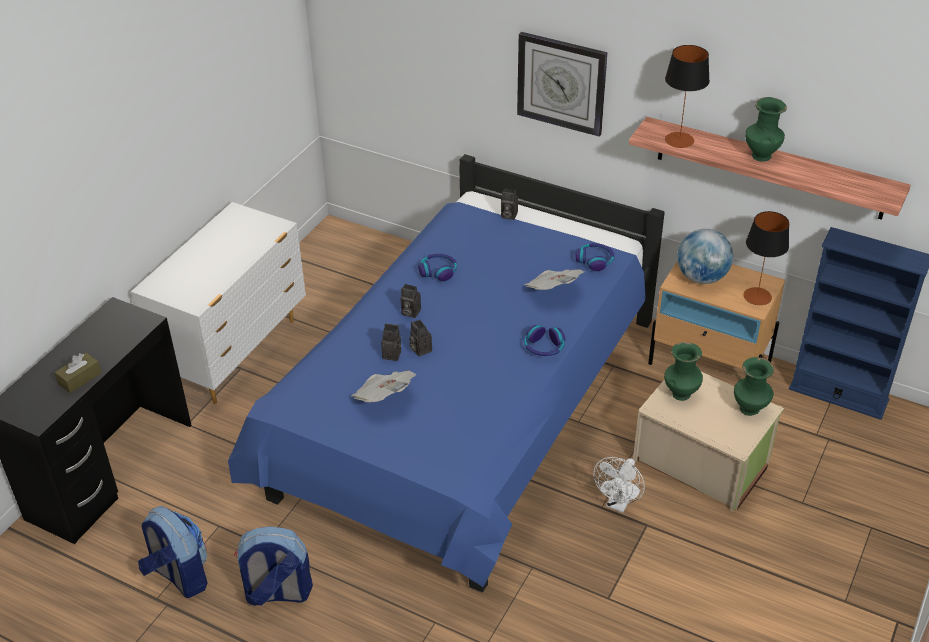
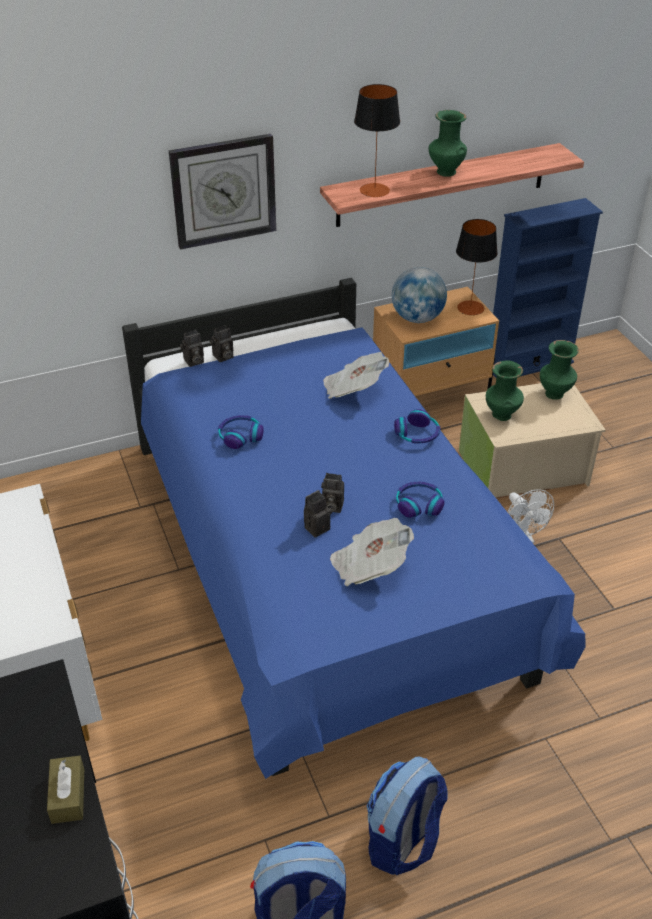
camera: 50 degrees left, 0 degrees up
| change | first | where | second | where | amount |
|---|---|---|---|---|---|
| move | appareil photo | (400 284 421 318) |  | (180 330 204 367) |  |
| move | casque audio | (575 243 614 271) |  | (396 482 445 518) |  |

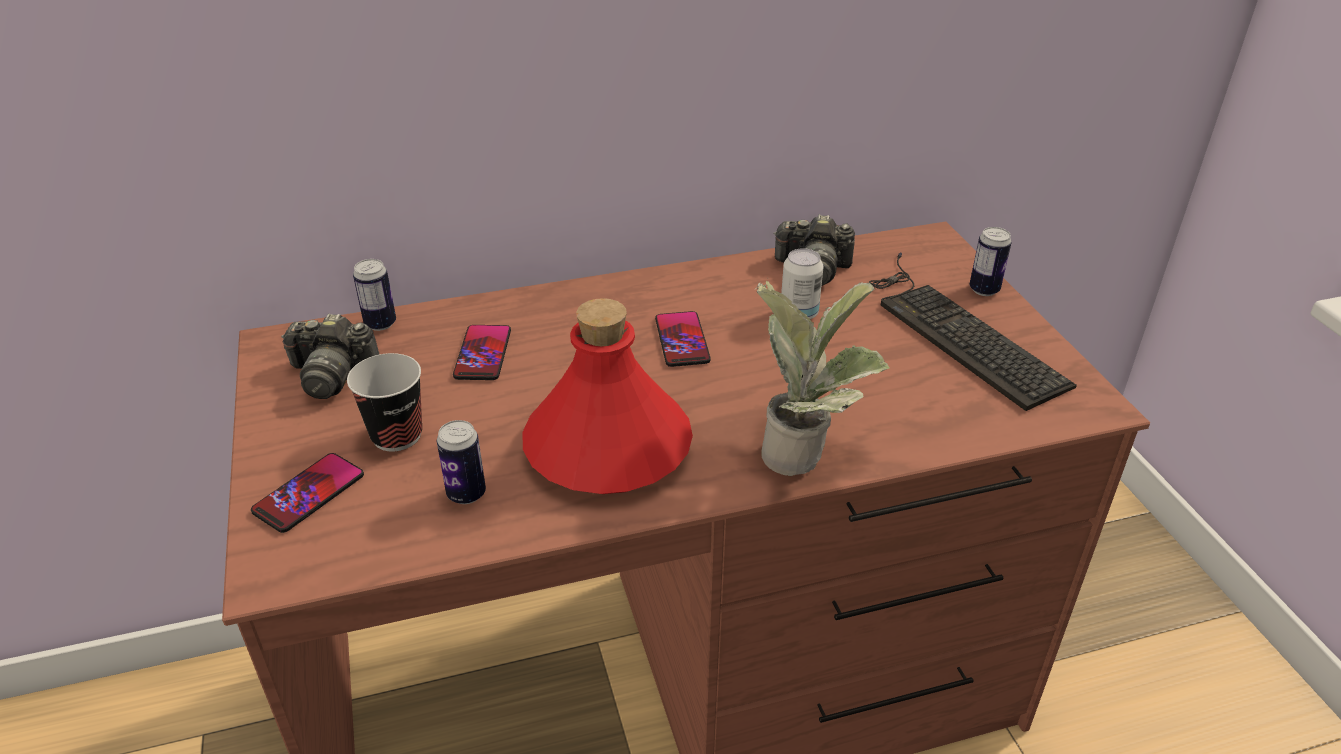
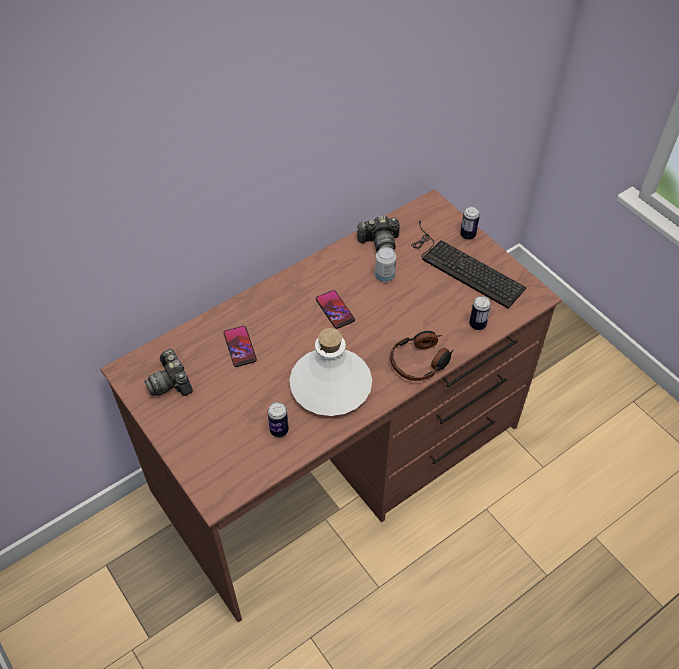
camera: 20 degrees left, 15 degrees up
| change | first | where | second | where | amount |
|---|---|---|---|---|---|
| rotate | appareil photo | (281 314 379 399) |  | (144 349 193 396) | 75 degrees clockwise |
| recolor | bouteille (rouge) | (522 298 693 494) | bouteille (blanc) | (289 328 372 416) |  |
| replace | plante en pot | (757 281 890 476) | casque audio | (390 331 454 381) |  |
| move | boîte métallique | (353 259 396 331) |  | (469 296 491 330) |  |
| delete | téléphone | (251 453 364 533) |  |  |  |
| delete | tasse | (347 353 422 452) |  |  |  |

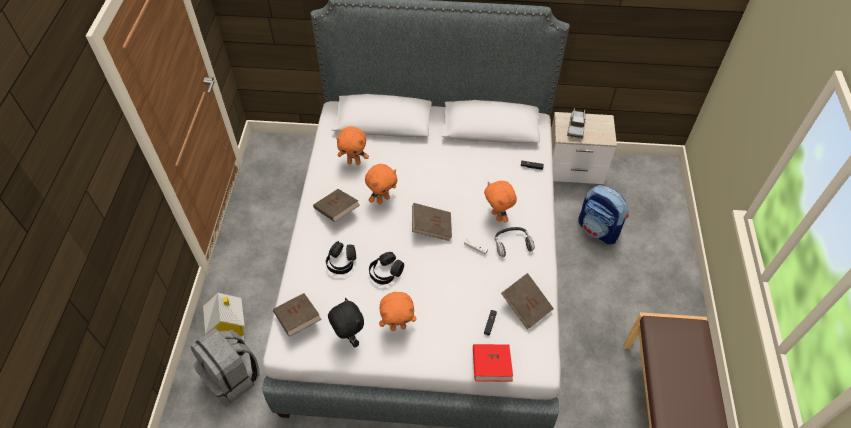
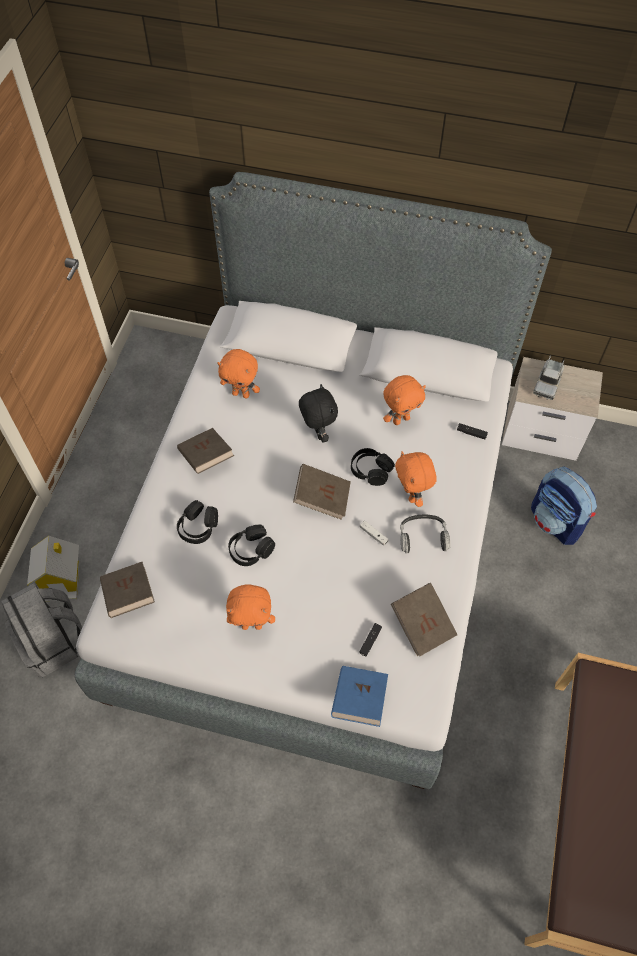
camera: 10 degrees right, 5 degrees up
| change | first | where | second | where | amount |
|---|---|---|---|---|---|
| move | peluche (noir) | (328 298 364 348) |  | (299 384 338 443) |  |
| recolor | livre (rouge) | (473 344 513 382) | livre (bleu) | (331 666 388 727) |  |
| insert |  |  | casque audio (noir) | (351 448 395 486) |  |
| move | peluche (orange) | (365 164 398 204) |  | (383 375 426 425) |  |

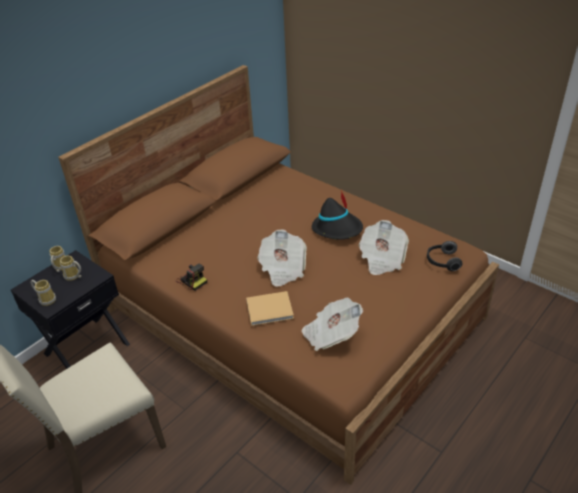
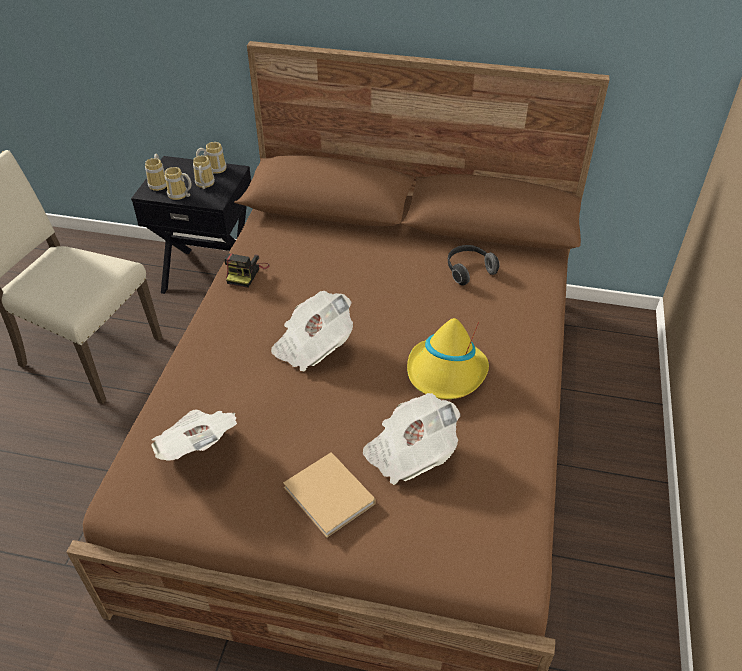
camera: 60 degrees right, 5 degrees up
| change | first | where | second | where | amount |
|---|---|---|---|---|---|
| insert |  |  | mug | (165 167 192 200) |  |
| move | livre (beige) | (246 291 294 326) |  | (283 452 376 538) |  |
| recolor | chapeau (noir) | (312 190 363 240) | chapeau (jaune) | (407 318 489 399) |  |
| move | casque audio | (427 241 463 271) |  | (448 245 500 286) |  |

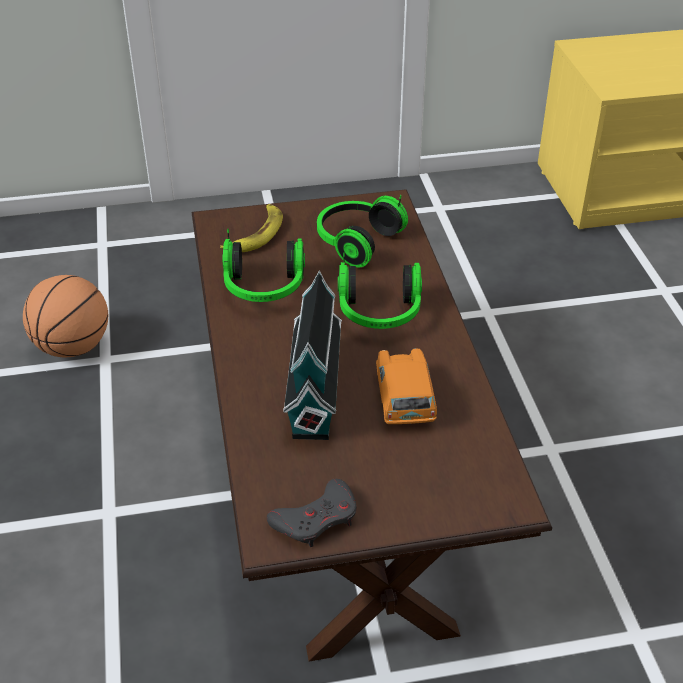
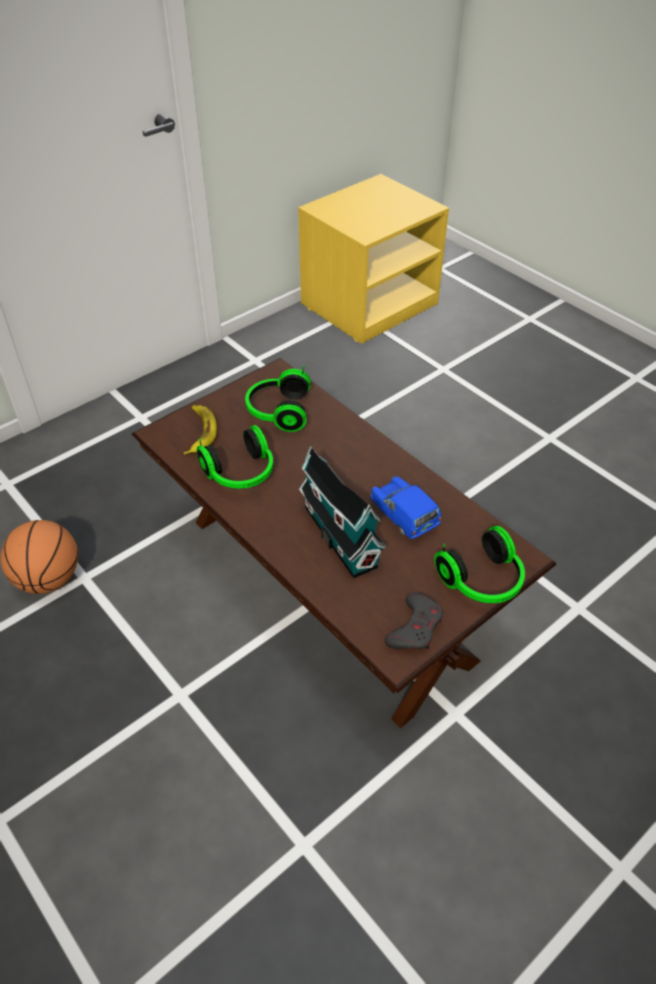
camera: 30 degrees left, 5 degrees up
| change | first | where | second | where | amount |
|---|---|---|---|---|---|
| recolor | petite voiture (orange) | (376 348 437 424) | petite voiture (bleu) | (370 476 441 539) |  |
| move | casque audio | (338 252 422 329) |  | (434 525 525 603) |  |

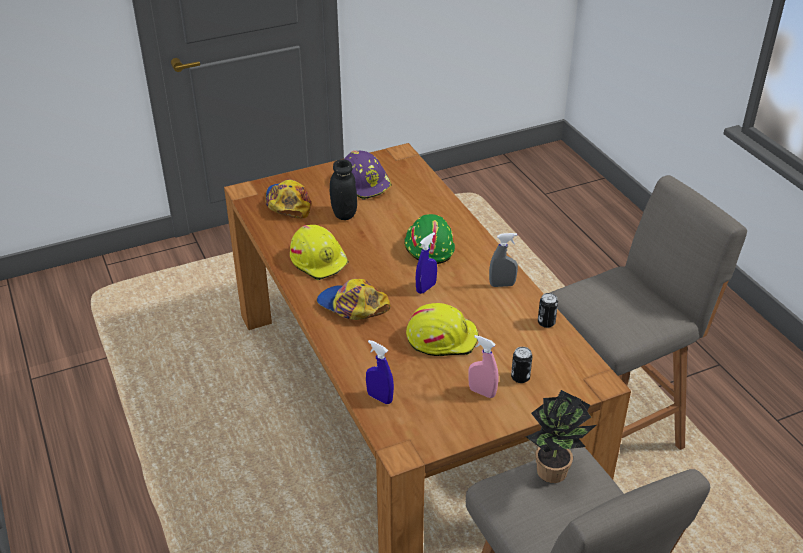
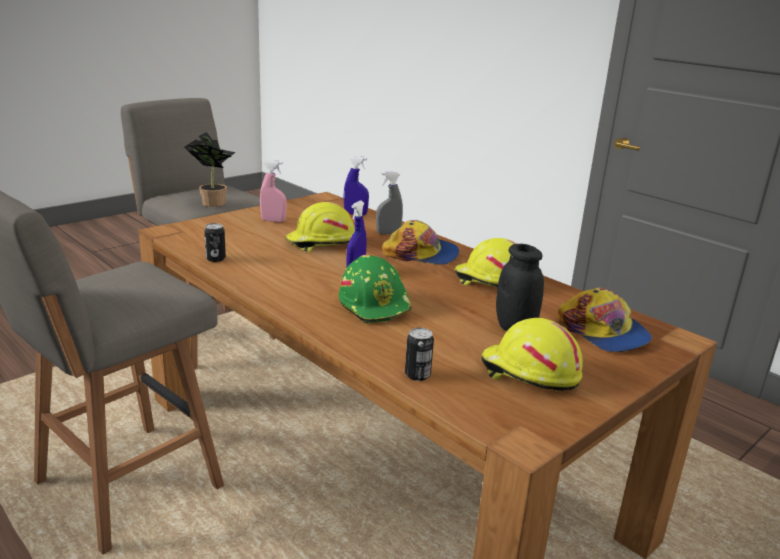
camera: 160 degrees right, 15 degrees down
| change | first | where | second | where | amount |
|---|---|---|---|---|---|
| move | vaporisateur (gris) | (489 233 518 287) |  | (376 171 403 234) |  |
| move | boîte métallique | (511 347 533 383) |  | (405 328 434 381) |  |
| recolor | casque de chantier (violet) | (344 151 392 200) | casque de chantier (jaune) | (481 318 583 391) |  |

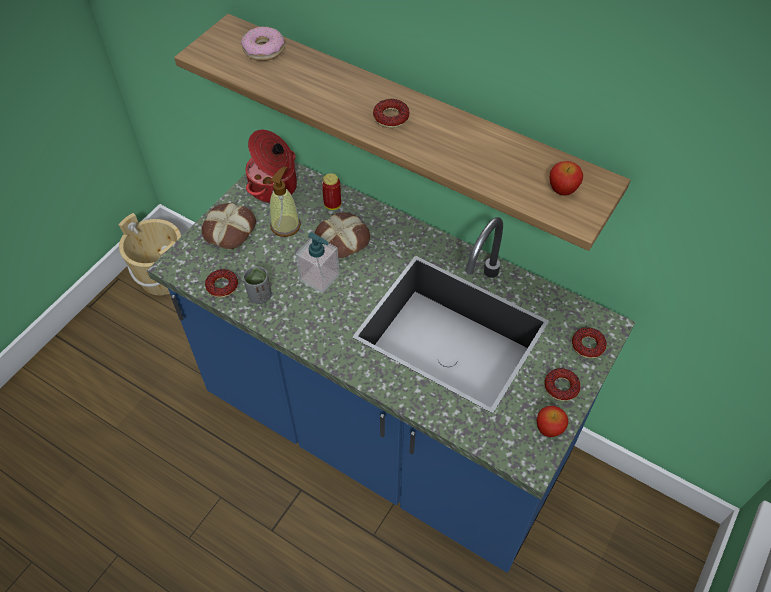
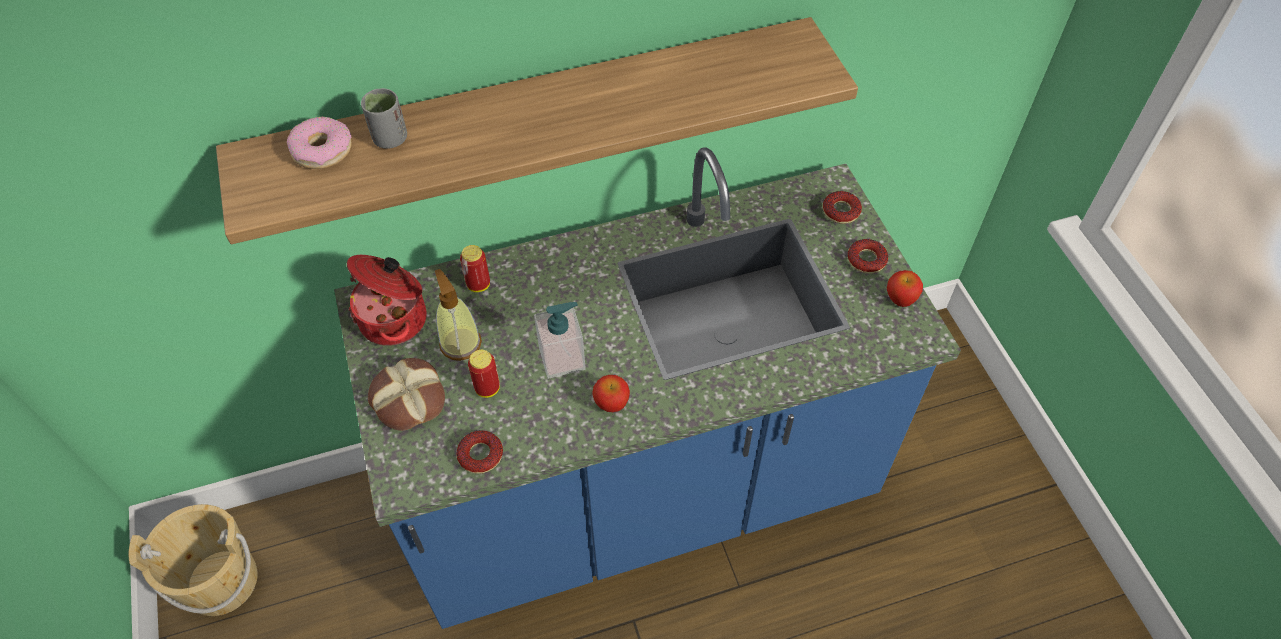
camera: 50 degrees left, 0 degrees up
| change | first | where | second | where | amount |
|---|---|---|---|---|---|
| move | tasse (gris) | (243 266 272 304) |  | (361 88 407 149) |  |
| insert |  |  | boîte métallique | (468 350 500 398) |  |
| move | pomme | (549 161 583 196) |  | (592 375 630 412) |  |
| delete | pain | (314 213 370 258) |  |  |  |
| delete | beignet | (373 99 409 128) |  |  |  |

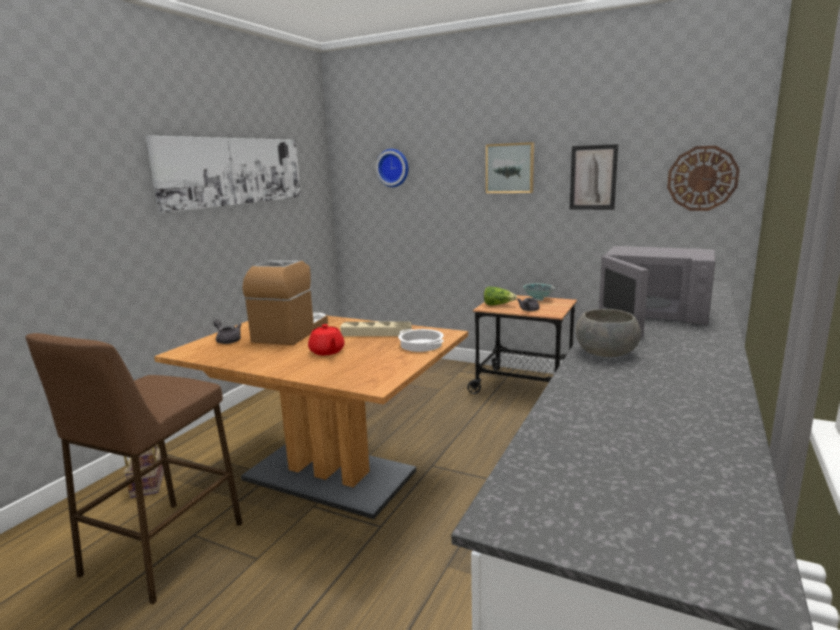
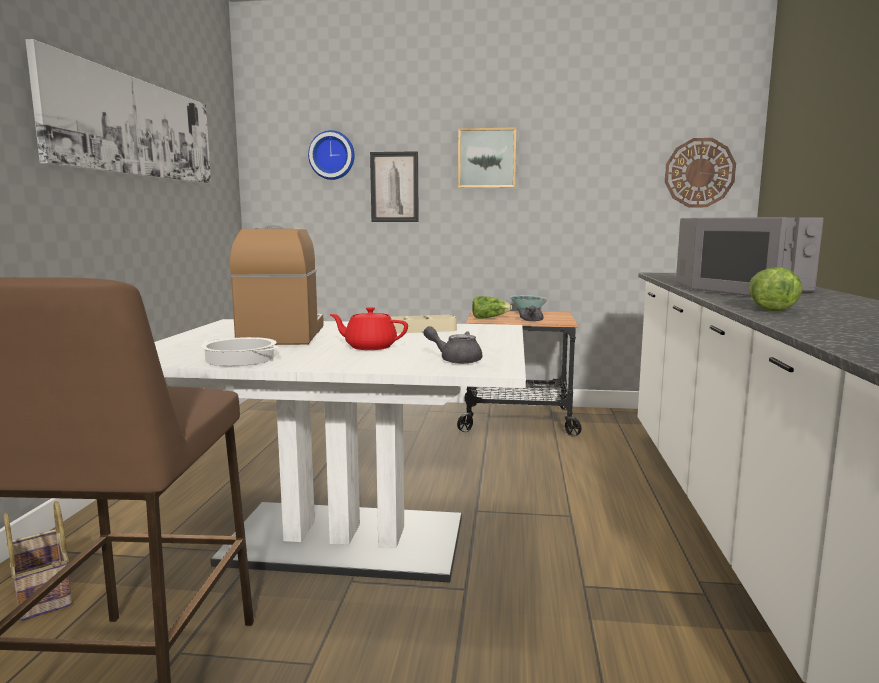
camera: 20 degrees left, 5 degrees down
| change | first | where | second | where | amount |
|---|---|---|---|---|---|
| recolor | table à manger (marron) | (154 316 468 519) | table à manger (blanc) | (154 319 526 583) |  |
| move | marmite | (398 329 444 352) |  | (201 337 278 366) |  |
| rotate | théière (rouge) | (308 324 345 355) |  | (329 307 408 350) | 150 degrees clockwise |
| move | tableau | (569 144 618 210) |  | (370 151 419 222) |  |
| move | théière (gris) | (213 320 242 344) |  | (423 326 482 364) |  |
| replace | bol (gris) | (576 309 641 357) | laitue | (749 267 802 311) |  |

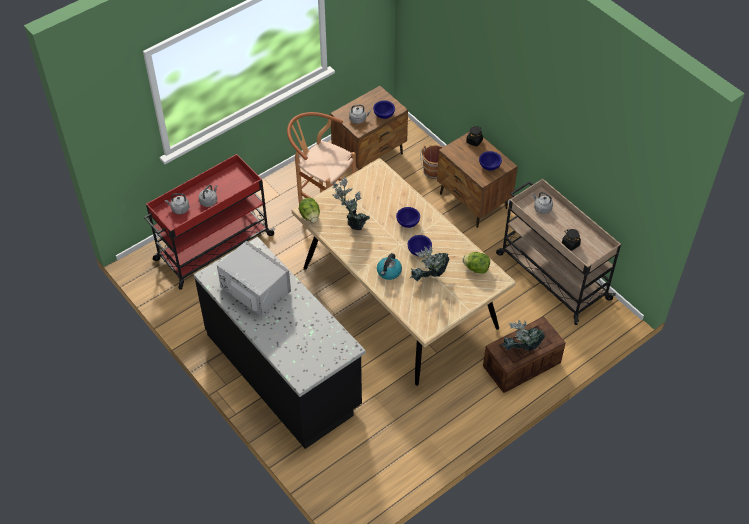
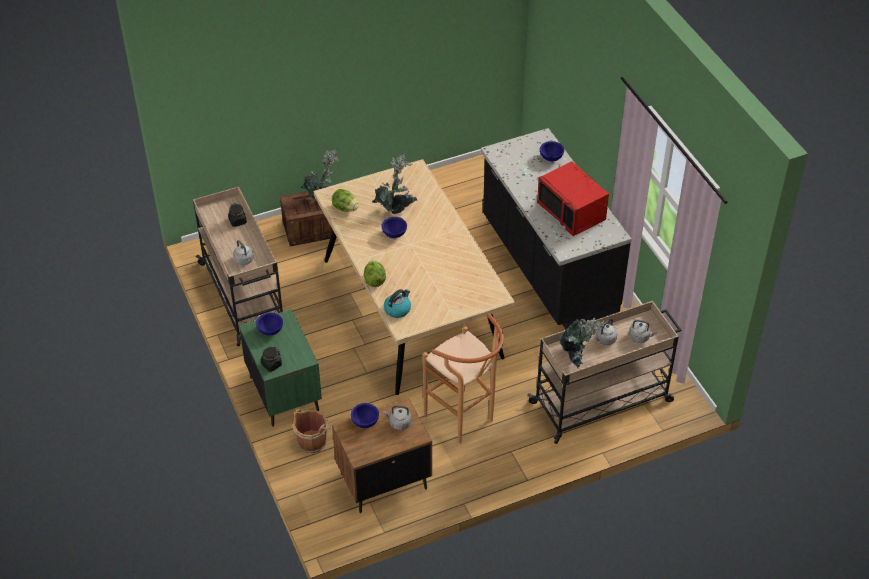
camera: 165 degrees left, 5 degrees down
| change | first | where | second | where | amount |
|---|---|---|---|---|---|
| recolor | table de chevet (marron) | (437 132 518 228) | table de chevet (vert) | (239 309 322 427) |  |
| move | laitue | (299 198 320 223) |  | (364 260 386 287) |  |
| move | bouilloire | (377 253 402 280) |  | (384 289 411 318) |  |
| recolor | chariot (rouge) | (144 154 275 290) | chariot (beige) | (527 301 681 444) |  |
| recolor | micro-ondes (gris) | (217 240 291 317) | micro-ondes (rouge) | (537 161 609 236) |  |
| move | bol (bleu) | (396 207 420 228) |  | (540 141 564 161) |  |
| move | plante en pot | (332 177 370 230) |  | (560 317 604 368) |  |

